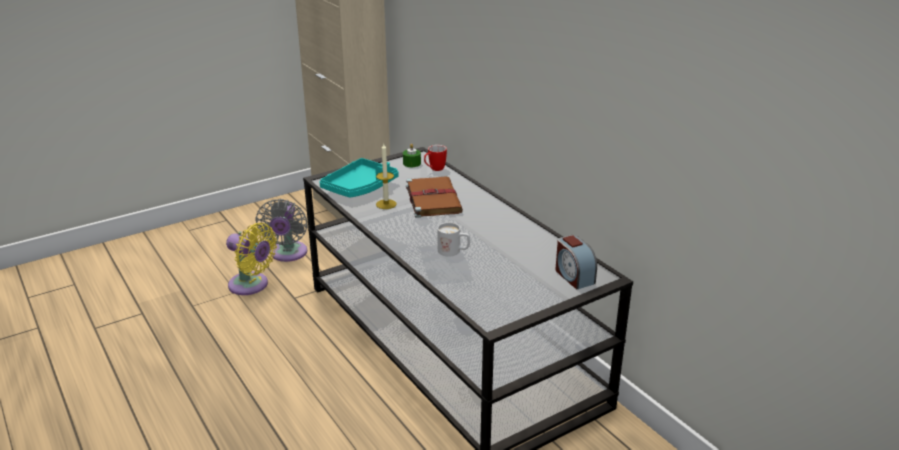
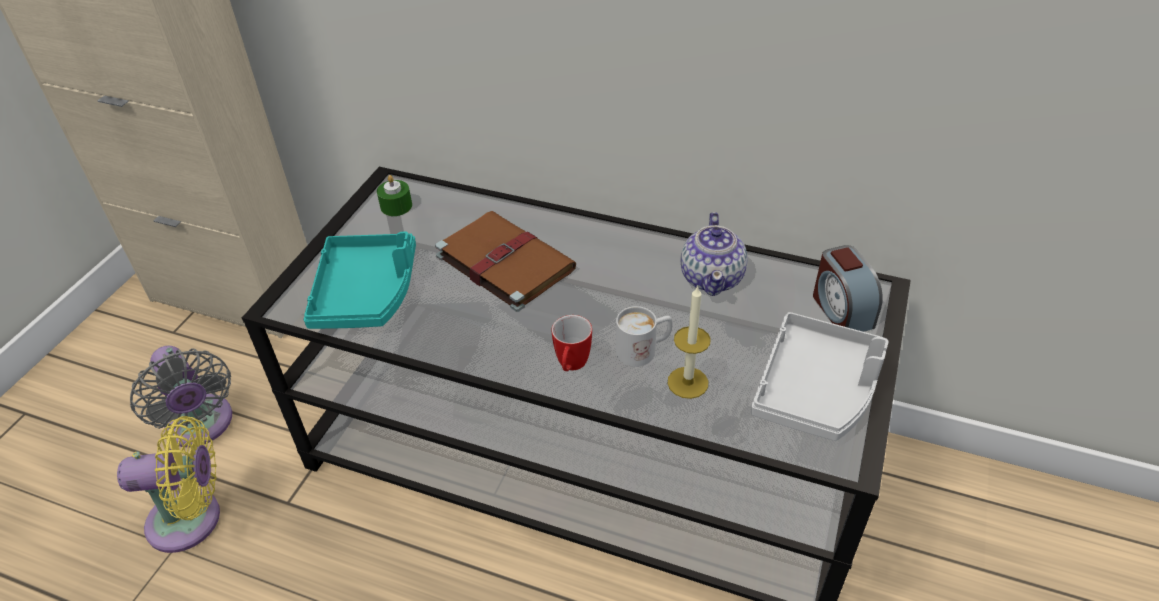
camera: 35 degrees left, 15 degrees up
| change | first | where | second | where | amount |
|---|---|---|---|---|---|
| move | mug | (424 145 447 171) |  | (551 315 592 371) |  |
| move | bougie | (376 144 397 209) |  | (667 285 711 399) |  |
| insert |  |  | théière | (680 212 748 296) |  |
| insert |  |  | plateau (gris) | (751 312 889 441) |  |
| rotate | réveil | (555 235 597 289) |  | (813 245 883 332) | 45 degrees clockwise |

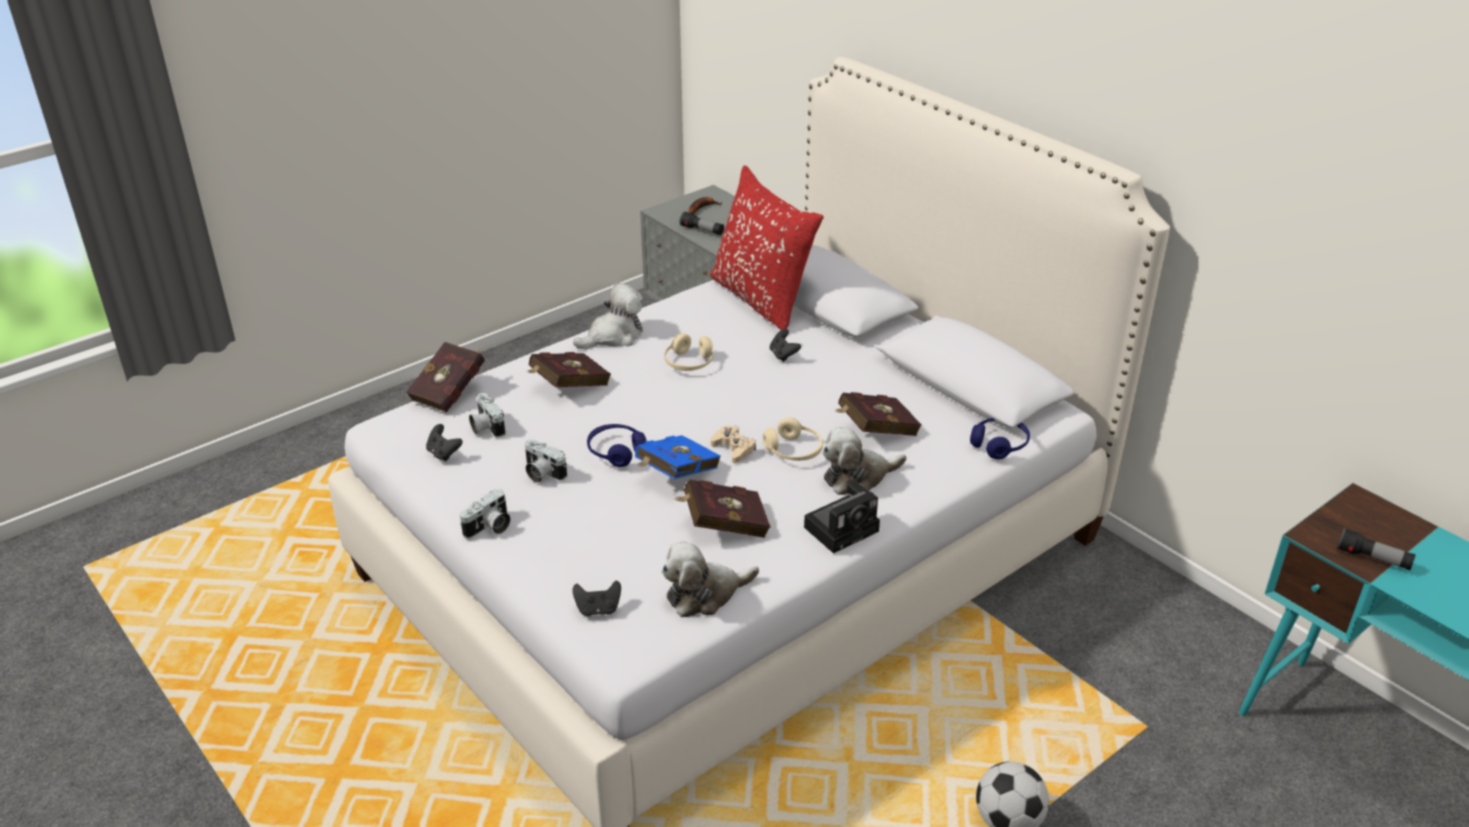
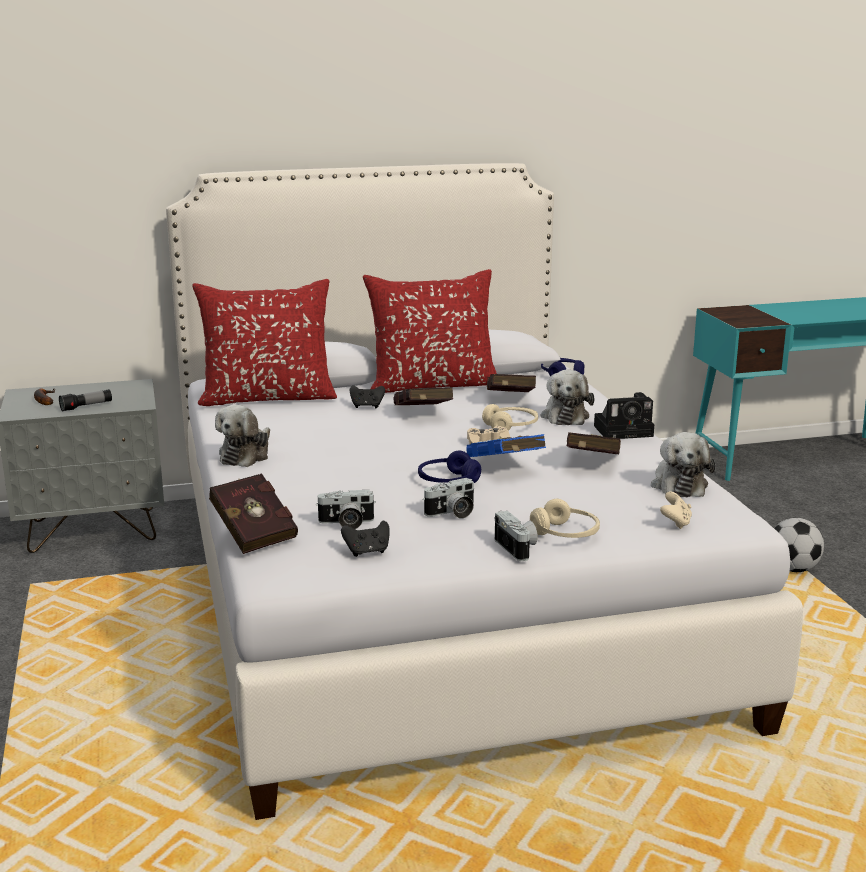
camera: 65 degrees left, 15 degrees down
| change | first | where | second | where | amount |
|---|---|---|---|---|---|
| rotate | peluche | (573 283 643 349) |  | (215 405 270 467) | 150 degrees counterclockwise |
| insert |  |  | coussin (rouge) | (363 269 497 393) |  |
| move | livre (rouge) | (527 352 611 387) |  | (394 387 453 405) |  |
| move | casque audio (beige) | (664 333 713 371) |  | (530 499 600 538) |  |
| rotate | appareil photo | (804 481 880 553) |  | (594 392 654 439) | 90 degrees clockwise |
| recolor | manette (noir) | (573 581 621 616) | manette (beige) | (660 492 692 529) |  |
| delete | lampe de poche | (1337 528 1416 571) |  |  |  |

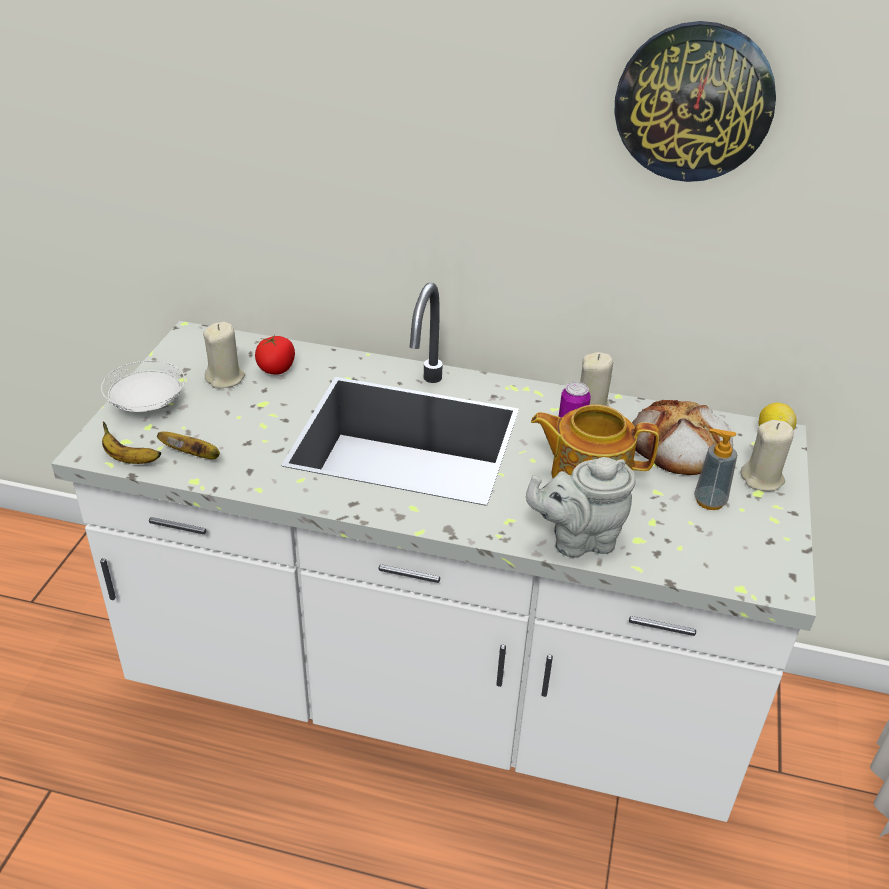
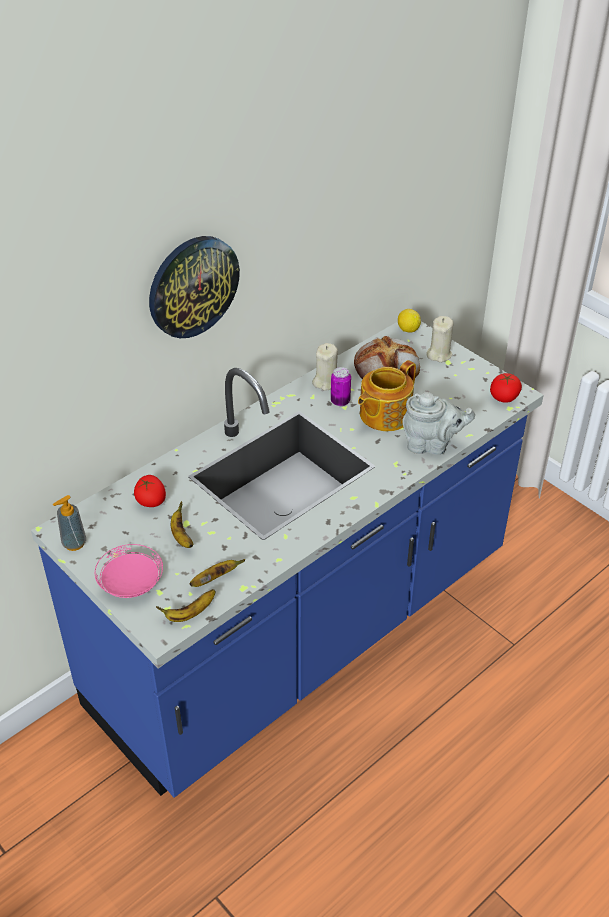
camera: 55 degrees left, 5 degrees up
| change | first | where | second | where | amount |
|---|---|---|---|---|---|
| recolor | comptoir de cuisine (blanc) | (51 283 816 822) | comptoir de cuisine (bleu) | (31 321 544 798) |  |
| move | distributeur de savon | (694 429 737 510) |  | (53 495 86 551) |  |
| recolor | assiette (blanc) | (101 360 185 412) | assiette (rose) | (95 544 163 598) |  |
| move | horloge murale | (614 21 776 182) |  | (149 236 240 338) |  |
| insert |  |  | banane | (171 501 193 548) |  |
| rotate | théière (gris) | (526 457 635 558) |  | (402 392 475 455) | 105 degrees counterclockwise |
| insert |  |  | tomate | (490 373 522 403) |  |
| delete | bougie (beige) | (203 322 245 388) |  |  |  |

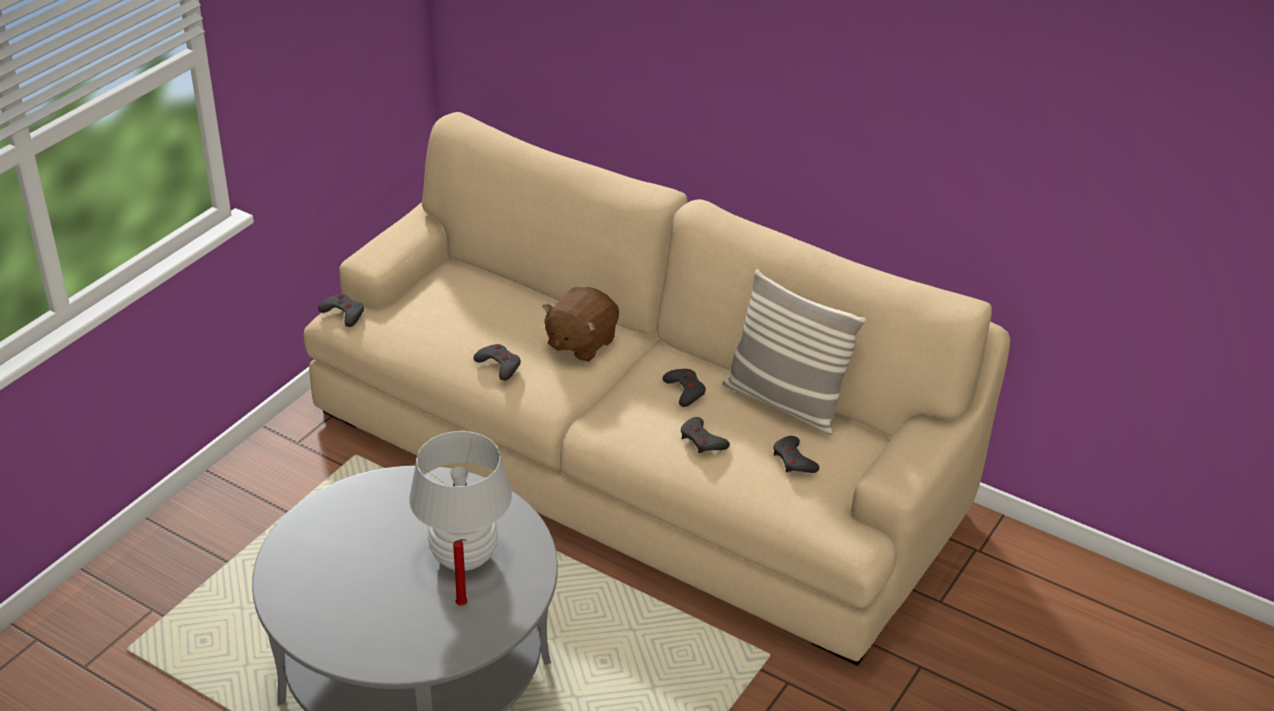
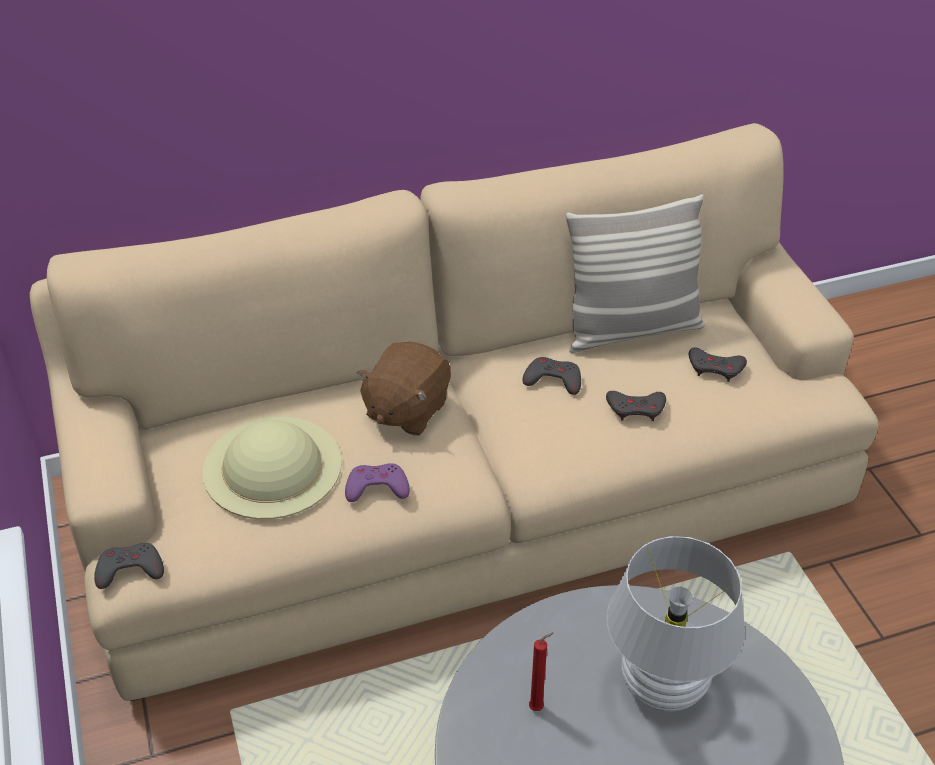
camera: 50 degrees left, 5 degrees up
| change | first | where | second | where | amount |
|---|---|---|---|---|---|
| insert |  |  | chapeau (beige) | (202 417 342 519) |  |
| recolor | manette (gris) | (474 344 521 381) | manette (violet) | (345 463 410 502) |  |
| rotate | peluche (marron) | (542 287 619 362) |  | (357 342 451 435) | 45 degrees clockwise |
| move | bougie (rouge) | (453 539 468 606) |  | (529 633 553 711) |  |

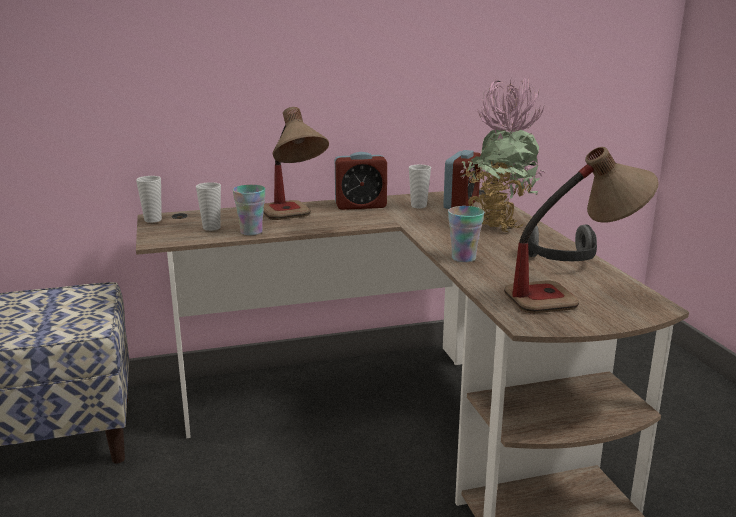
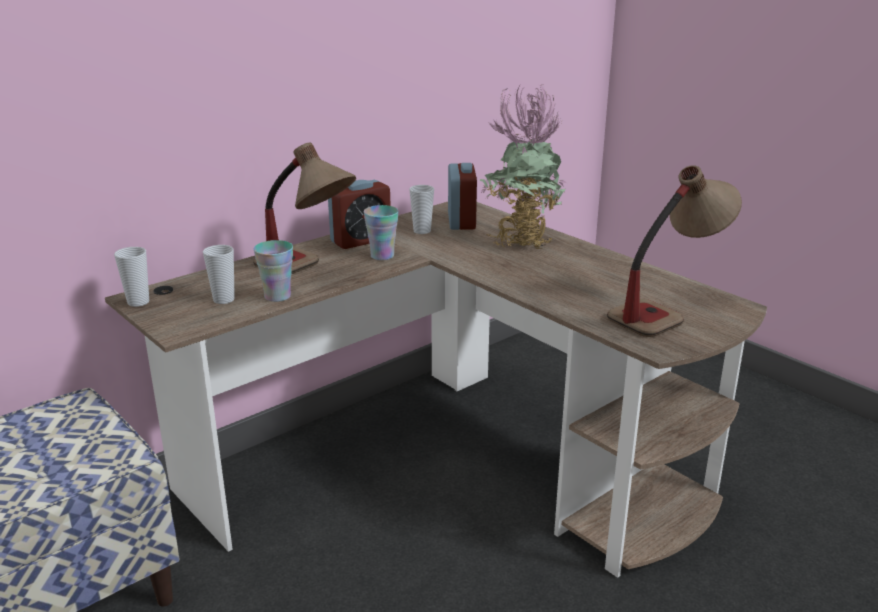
camera: 25 degrees left, 5 degrees up
| change | first | where | second | where | amount |
|---|---|---|---|---|---|
| move | tasse | (448 206 484 262) |  | (364 205 399 260) |  |
| delete | casque audio | (528 225 597 261) |  |  |  |

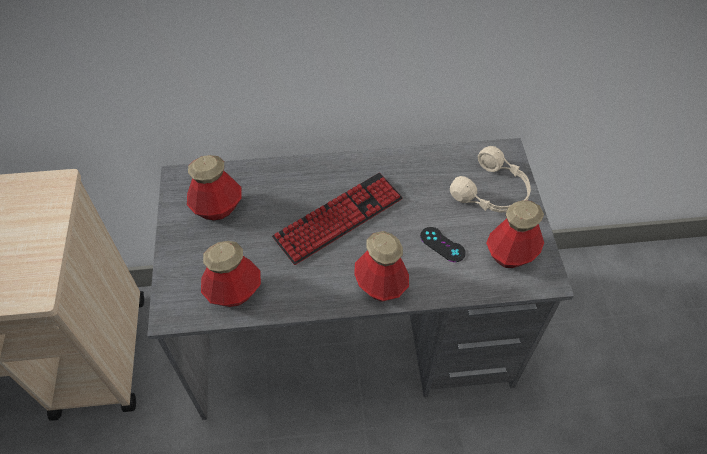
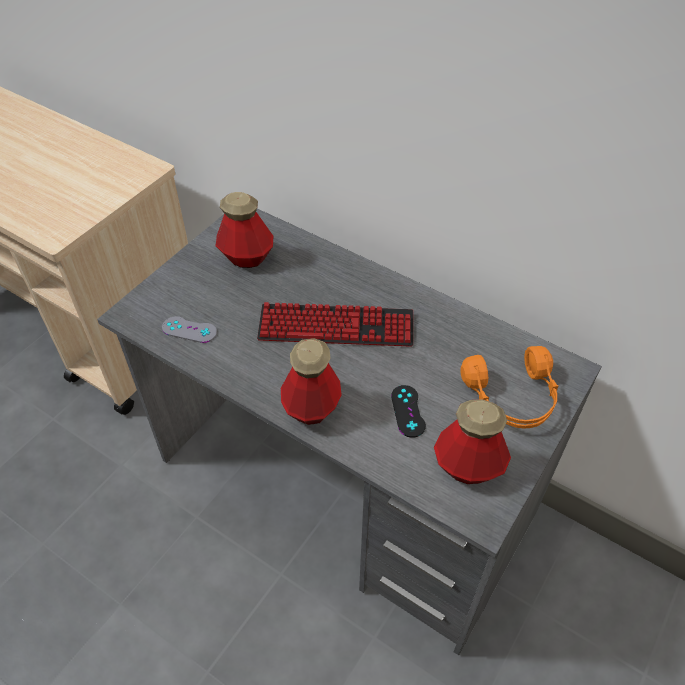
camera: 40 degrees right, 5 degrees down
| change | first | where | second | where | amount |
|---|---|---|---|---|---|
| replace | bouteille | (201 241 261 307) | manette (gris) | (162 316 217 343) |  |
| recolor | casque audio (beige) | (450 146 531 213) | casque audio (orange) | (460 346 558 429) |  |

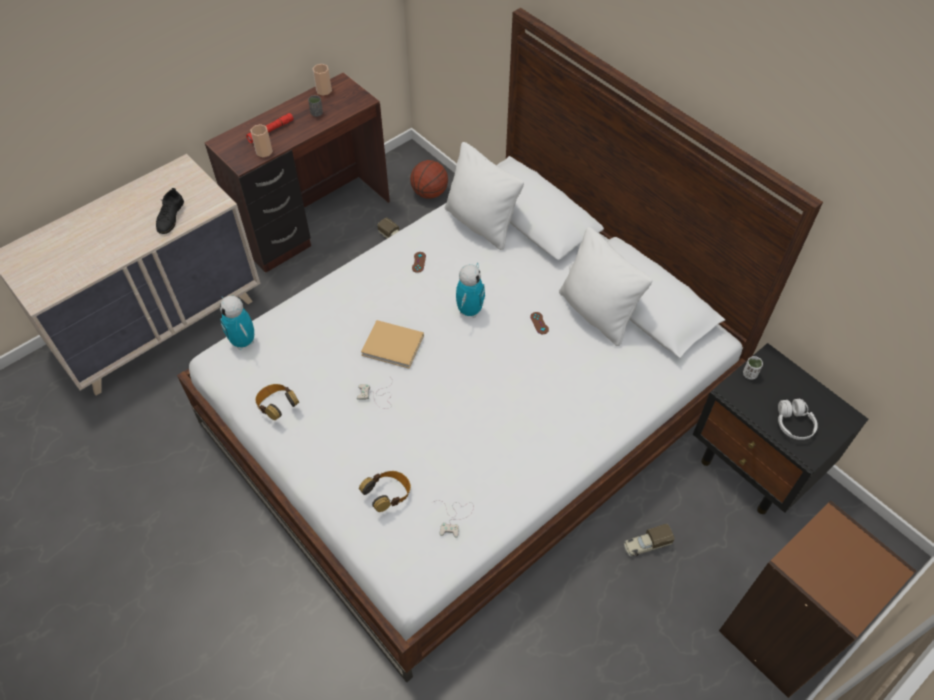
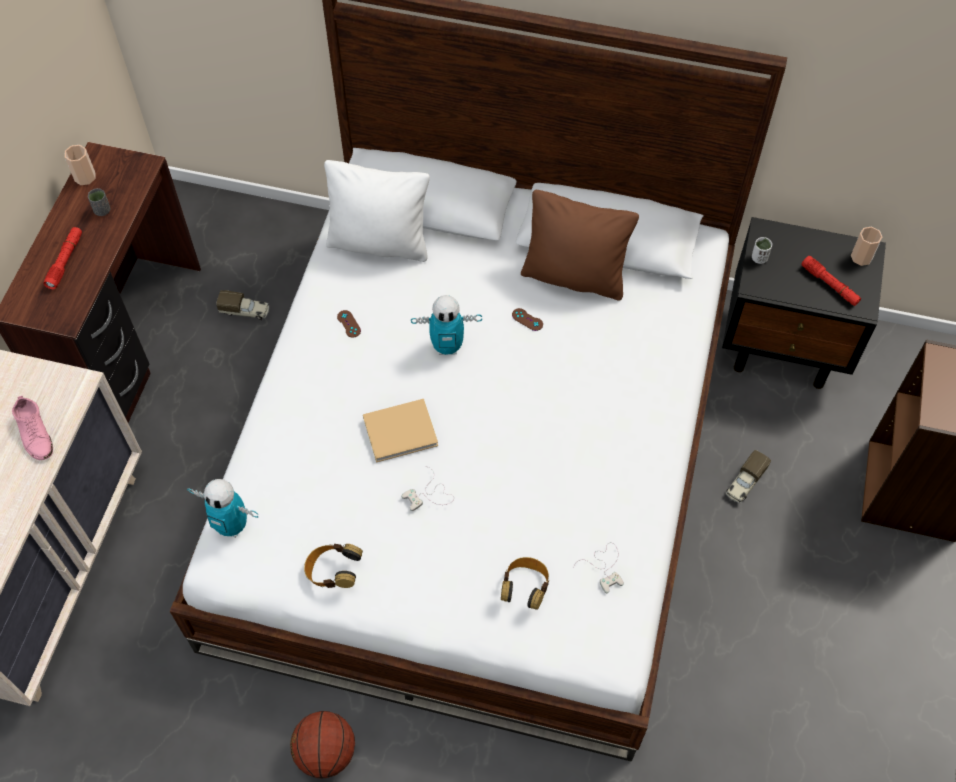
camera: 35 degrees left, 5 degrees up
| change | first | where | second | where | amount |
|---|---|---|---|---|---|
| recolor | chaussure (noir) | (156 188 184 234) | chaussure (rose) | (12 396 53 460) |  |
| move | ballon de basket | (410 160 448 199) |  | (290 711 355 778) |  |
| rotate | robot jouet | (456 263 485 318) |  | (411 295 482 355) | 105 degrees clockwise |
| recolor | coussin (blanc) | (559 227 652 346) | coussin (marron) | (521 190 639 301) |  |
| replace | casque audio (blanc) | (778 399 818 440) | lampe de poche (rouge) | (802 256 861 306) |  |
| move | tasse | (250 124 273 157) |  | (851 227 882 266) |  |

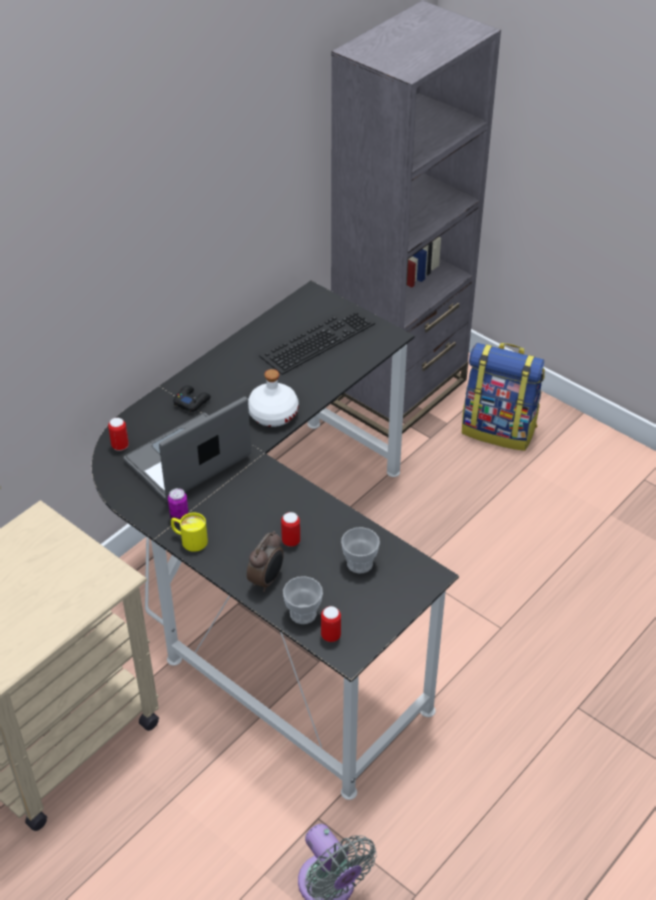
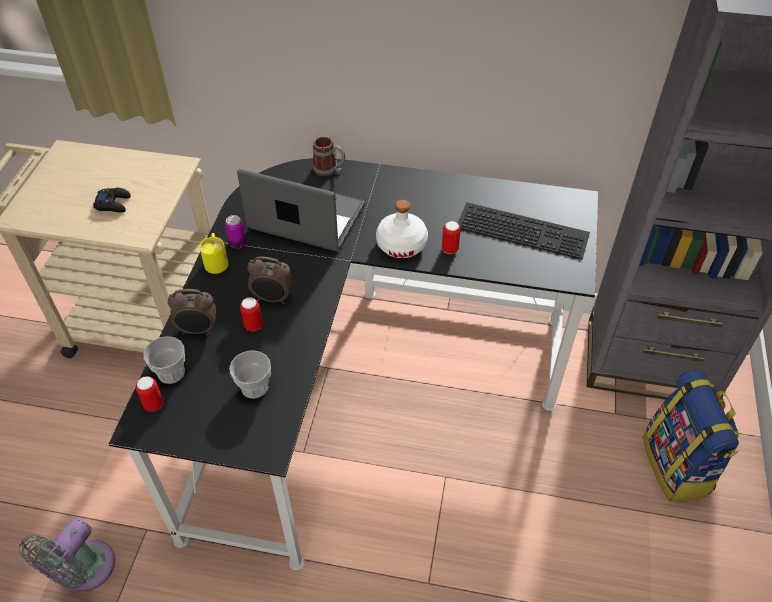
camera: 60 degrees right, 5 degrees up
| change | first | where | second | where | amount |
|---|---|---|---|---|---|
| move | manette (noir) | (173 385 211 412) |  | (93 188 131 213) |  |
| insert |  |  | réveil | (247 256 293 304) |  |
| insert |  |  | mug | (313 137 345 176) |  |
| move | boîte métallique | (108 418 129 451) |  | (442 221 461 254) |  |

